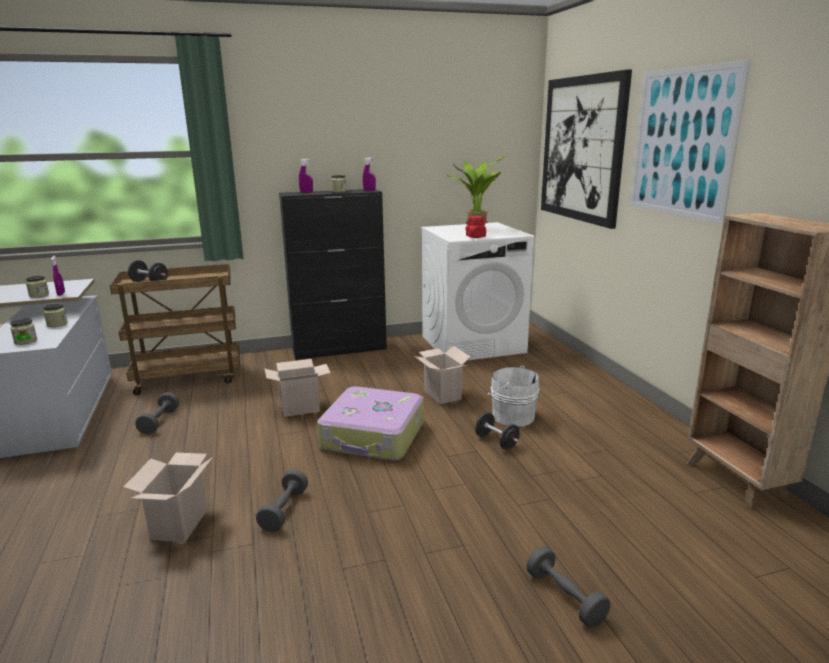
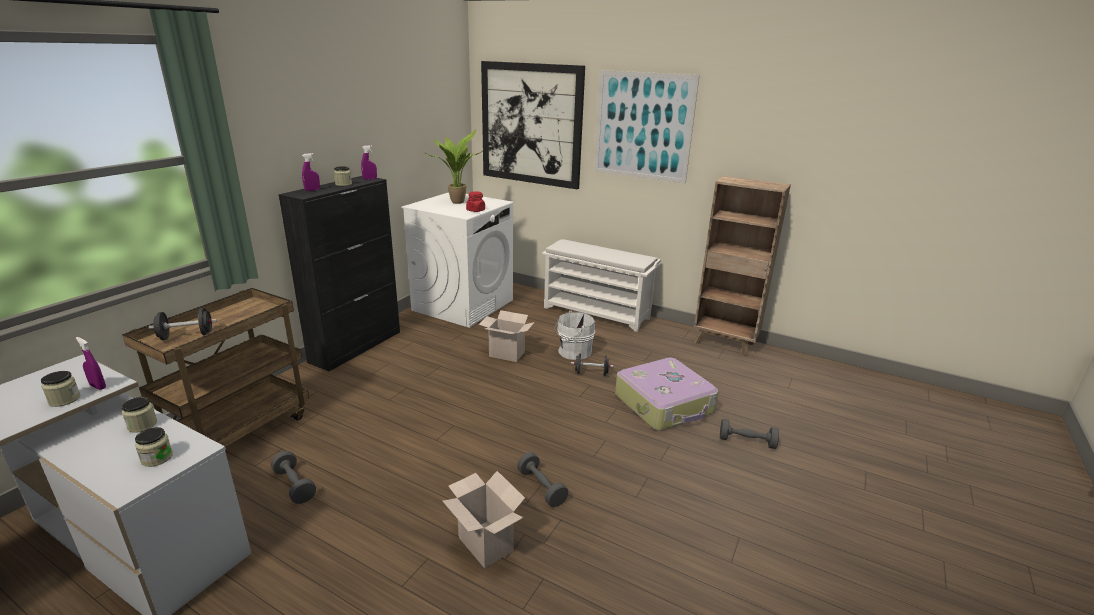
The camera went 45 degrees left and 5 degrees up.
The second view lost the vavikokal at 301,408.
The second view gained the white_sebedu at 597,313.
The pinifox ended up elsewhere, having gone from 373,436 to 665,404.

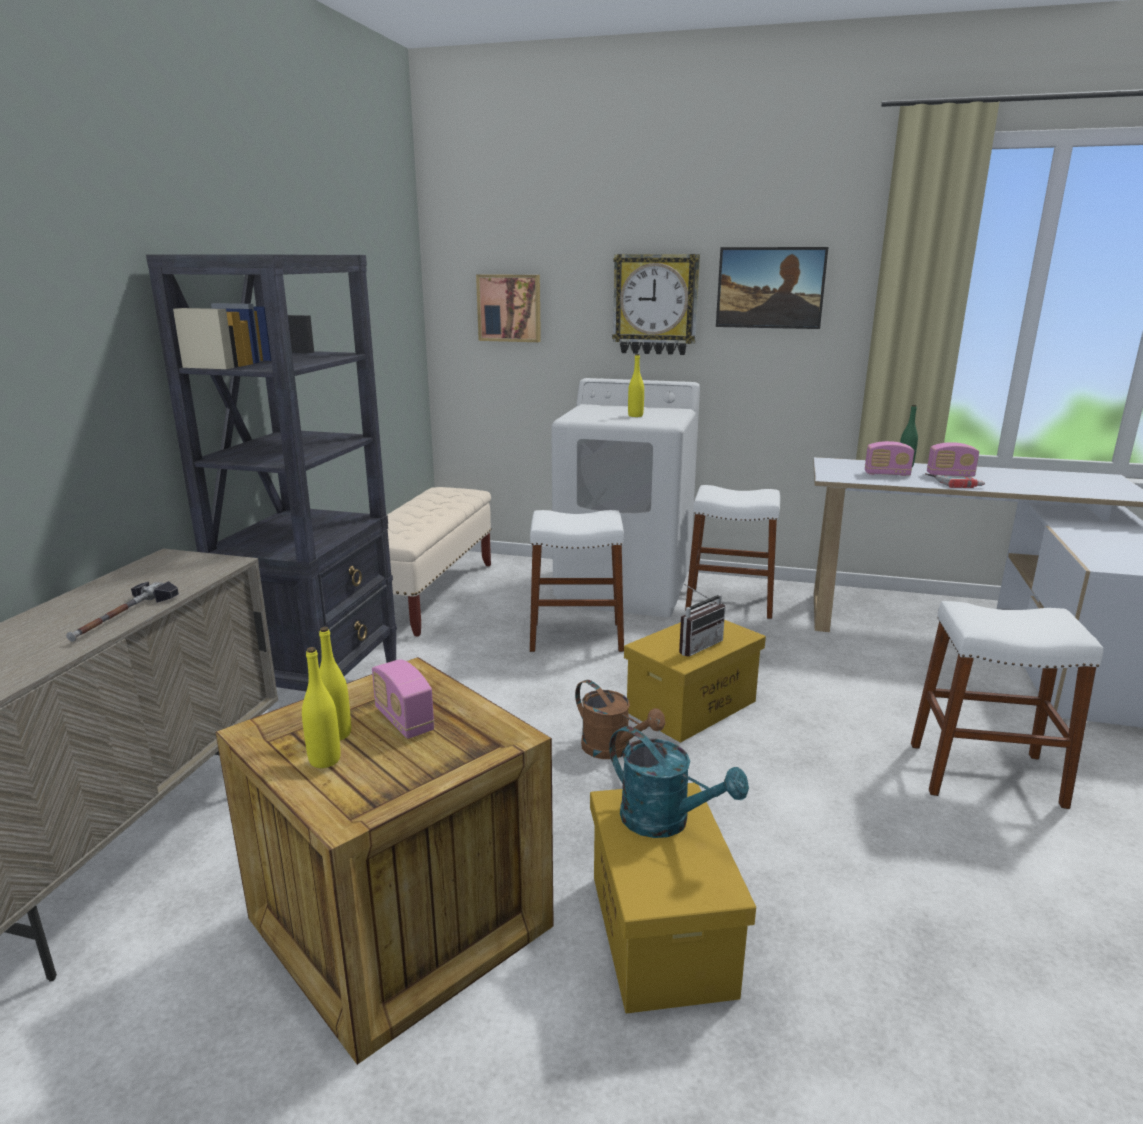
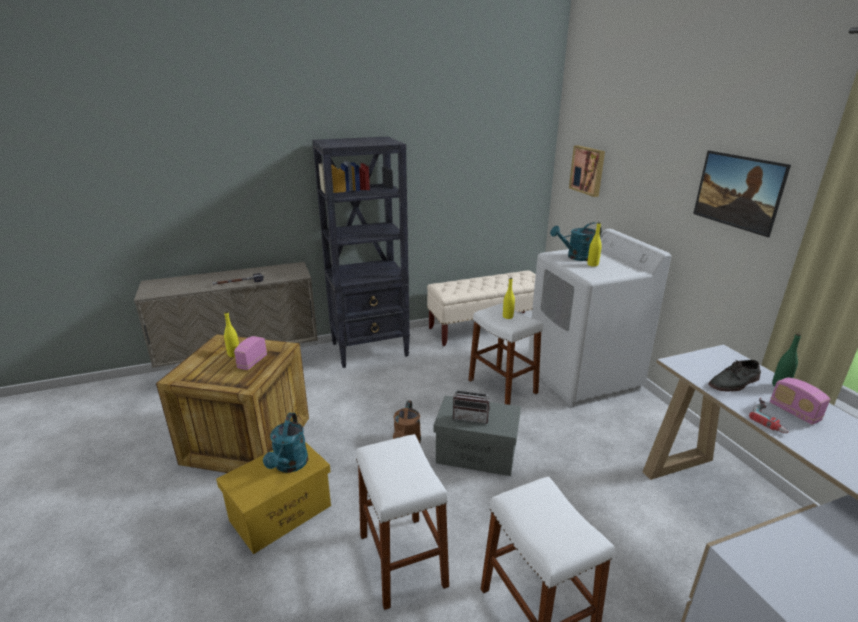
The camera went 55 degrees right and 5 degrees up.
The second view lost the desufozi at 655,304.
The second view gained the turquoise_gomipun at 576,257.
The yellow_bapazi ended up elsewhere, having gone from 325,760 to 508,317.
The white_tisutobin ended up elsewhere, having gone from 730,603 to 402,560.
Where the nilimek stood at 887,474, the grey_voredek came to stand at 734,383.
What was the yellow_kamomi at 692,706 turned into the grey_kamomi at 477,453.

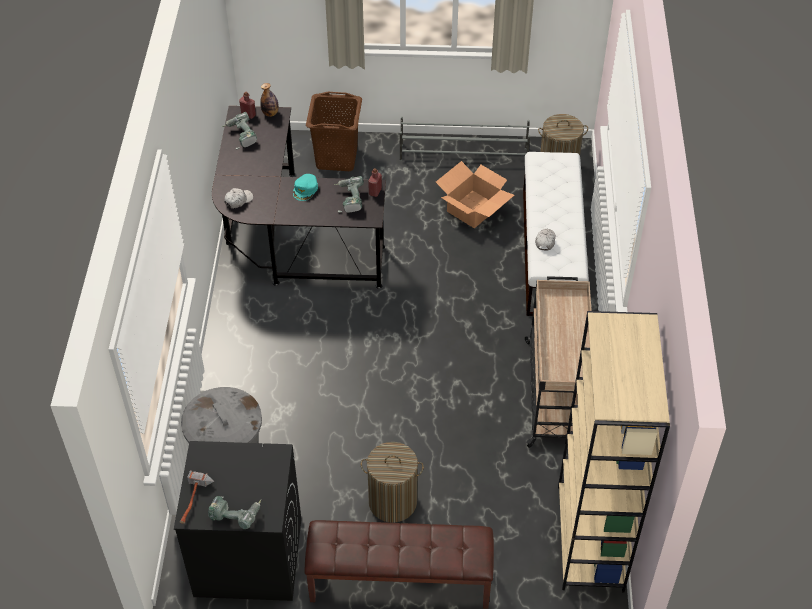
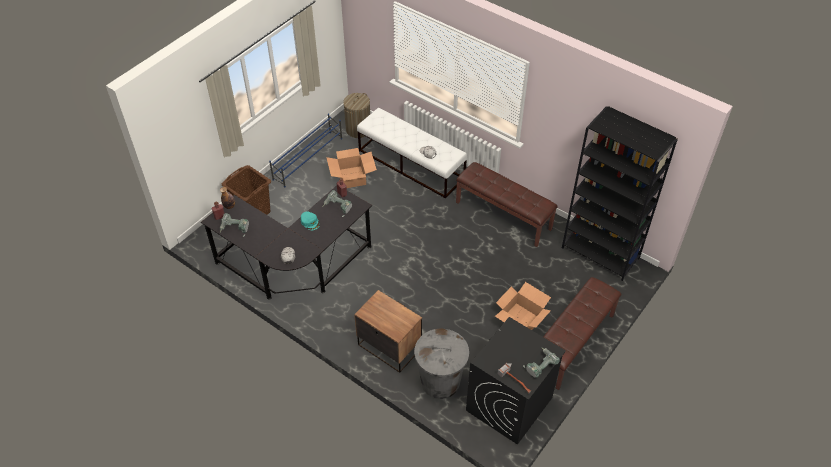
The camera went 55 degrees left and 0 degrees up.
The second view gained the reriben at 389,346.
Where the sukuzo stood at 392,502, the vavikokal came to stand at 521,320.
Where the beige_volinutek stood at 555,392, the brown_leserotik came to stand at 503,215.
What was the grey_sebedu at 464,155 turned into the blue_sebedu at 308,158.
What was the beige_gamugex at 590,538 turned into the black_gamugex at 600,253.

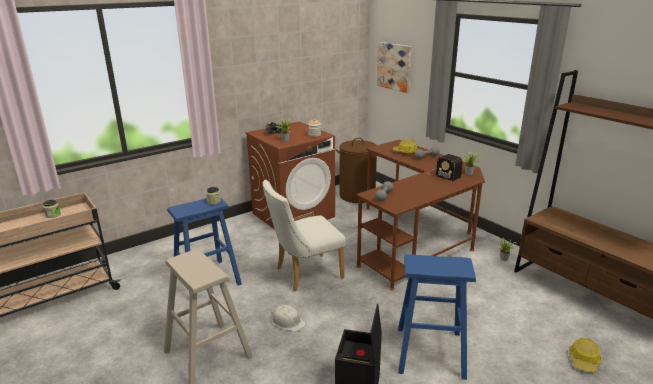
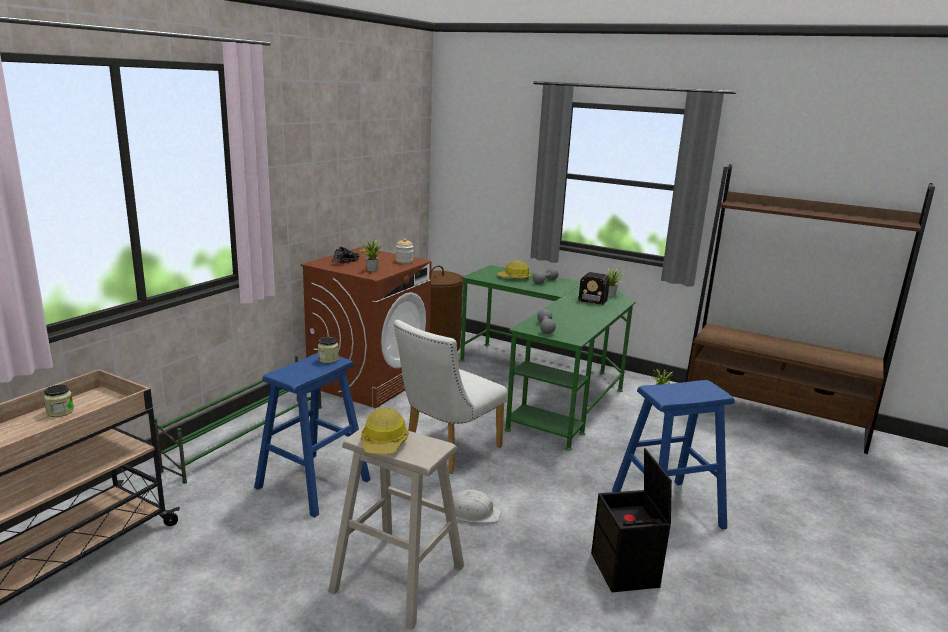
The camera went 25 degrees left and 5 degrees down.
The second view lost the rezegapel at 394,66.
The second view gained the green_sebedu at 249,436.
The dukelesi ended up elsewhere, having gone from 584,360 to 384,443.
What was the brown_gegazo at 415,237 turned into the green_gegazo at 547,386.

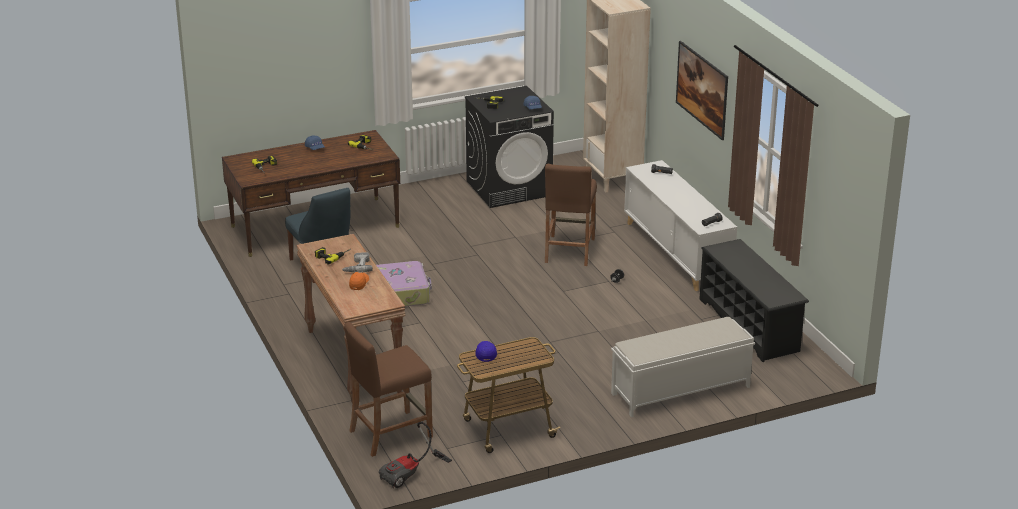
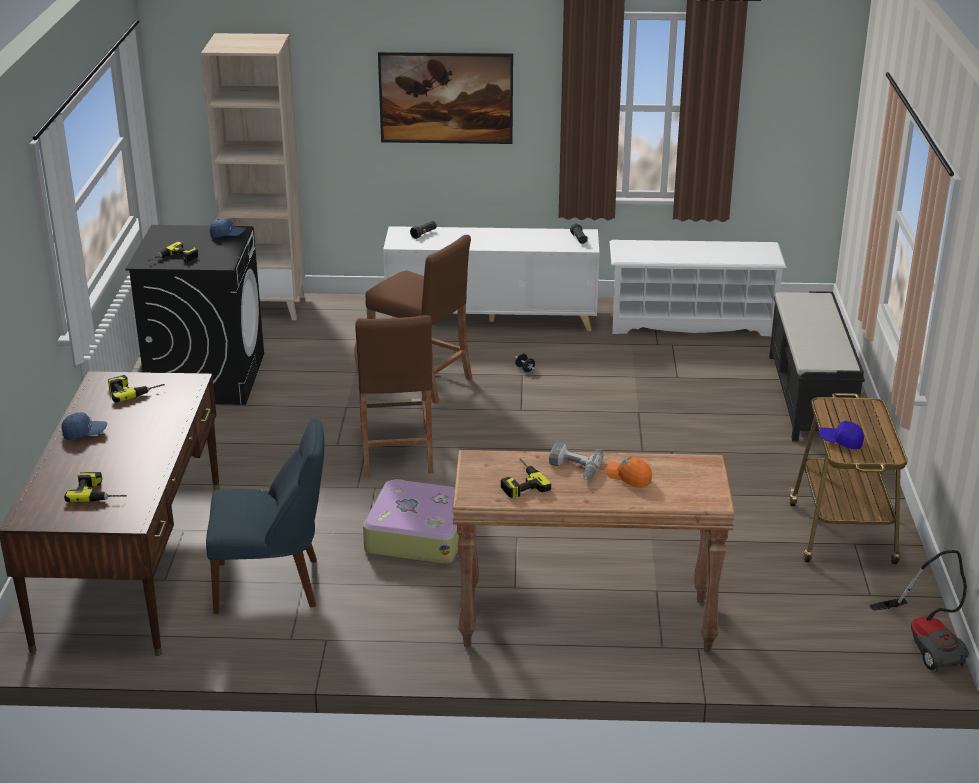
The camera went 65 degrees left and 0 degrees up.
The brown_tisutobin ended up elsewhere, having gone from 390,433 to 396,451.
What was the white_leserotik at 679,390 turned into the black_leserotik at 809,398.
What was the black_sebedu at 749,325 turned into the white_sebedu at 691,322.

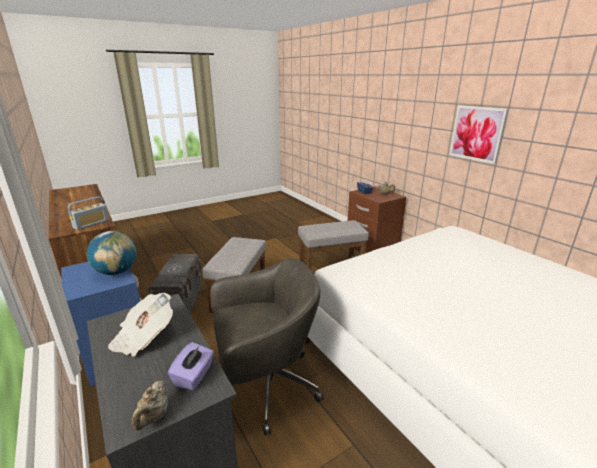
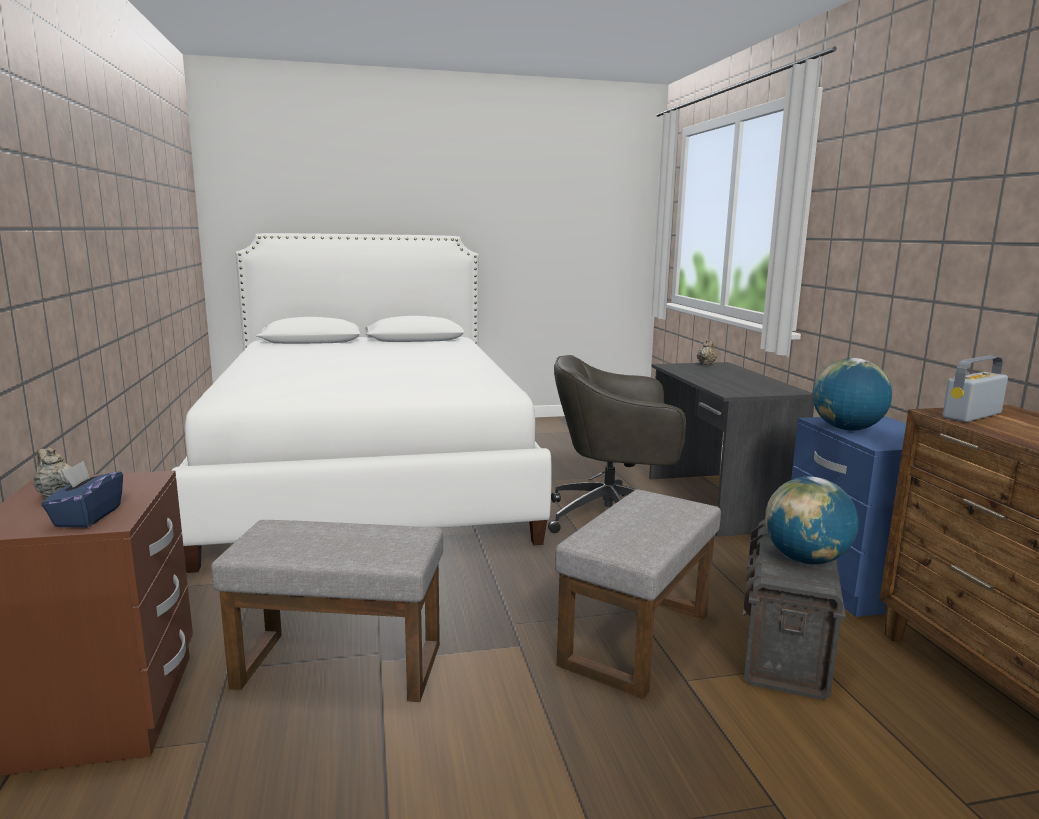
The camera went 160 degrees left and 10 degrees down.
The second view lost the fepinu at 144,337.
The second view lost the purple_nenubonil at 194,376.
The second view lost the rezegapel at 477,133.
The second view gained the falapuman at 805,560.

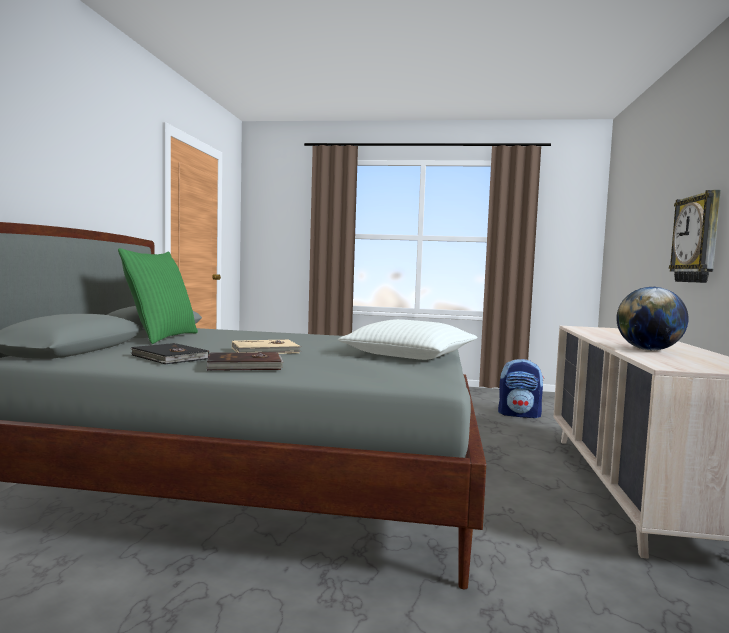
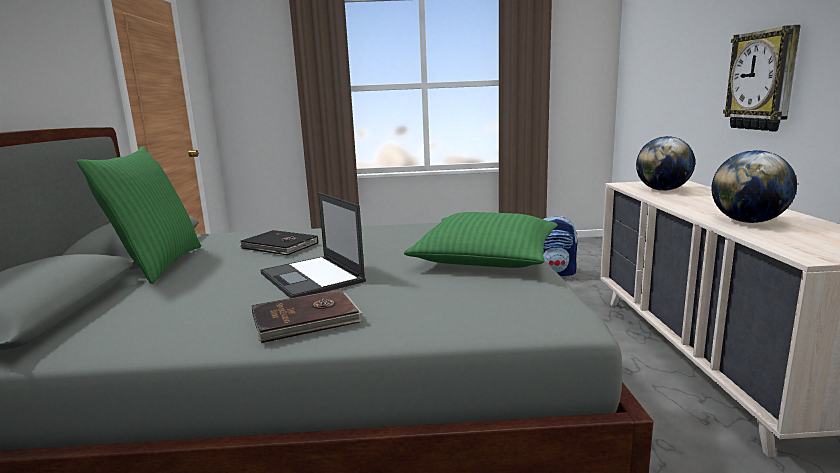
The camera went 10 degrees left and 10 degrees up.
The second view gained the falapuman at 662,190.
The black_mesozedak ended up elsewhere, having gone from 169,357 to 279,246.
Where the beige_mesozedak stood at 266,351, the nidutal came to stand at 312,277.
What was the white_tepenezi at 409,355 turned into the green_tepenezi at 486,257.

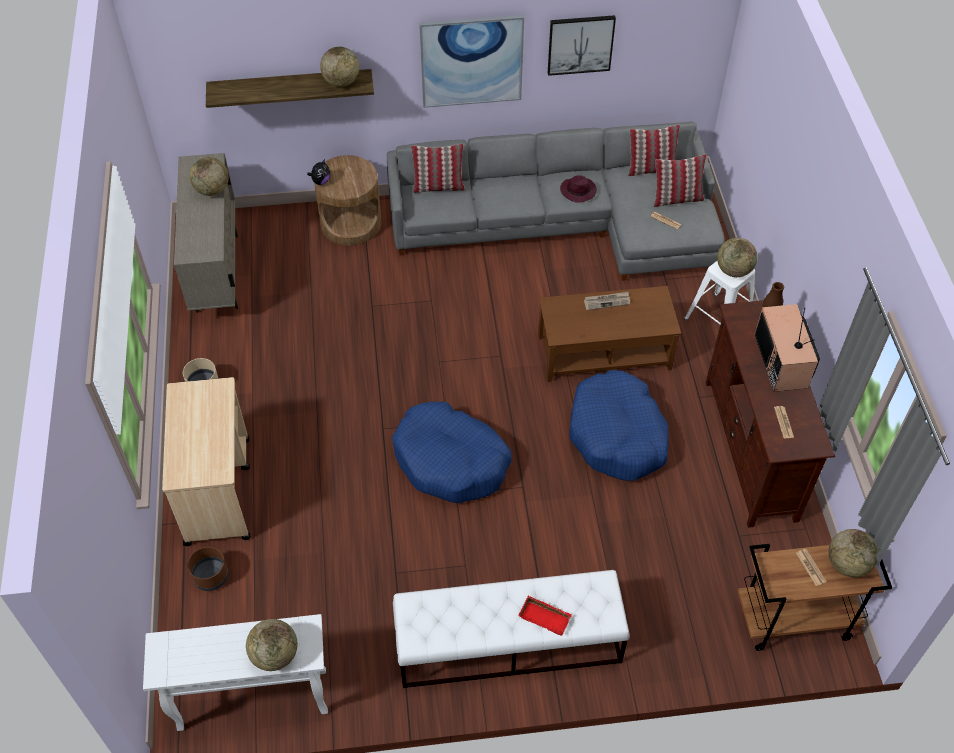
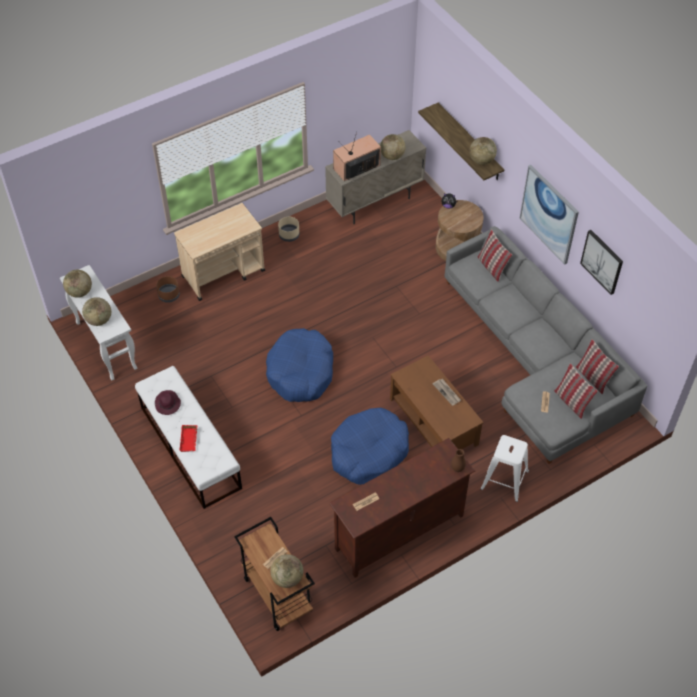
The camera went 65 degrees right and 0 degrees up.
The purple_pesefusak ended up elsewhere, having gone from 579,191 to 168,404.
The falapuman ended up elsewhere, having gone from 733,270 to 80,292.
The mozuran ended up elsewhere, having gone from 782,361 to 356,168.

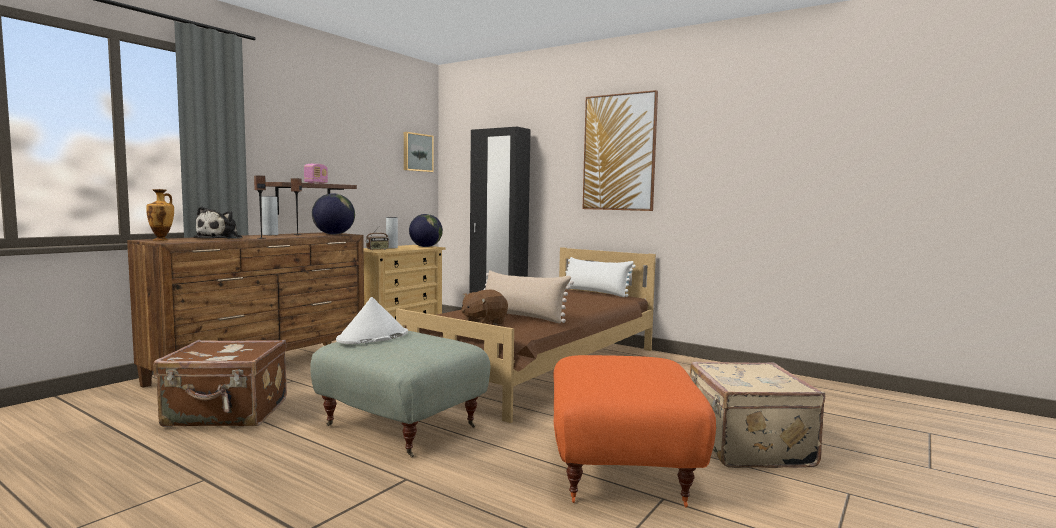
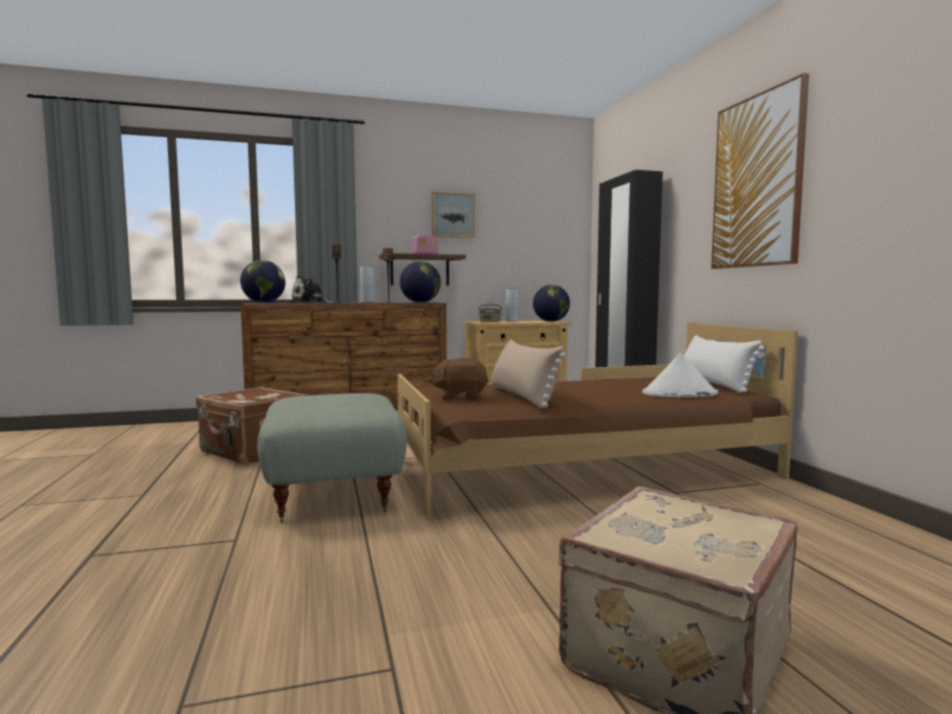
The camera went 40 degrees right and 0 degrees up.
The second view lost the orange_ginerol at 624,469.
The white_pesefusak ended up elsewhere, having gone from 372,337 to 679,394.
The rezegapel ended up elsewhere, having gone from 417,152 to 453,215.
Where the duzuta stood at 162,240, the falapuman came to stand at 264,302.

